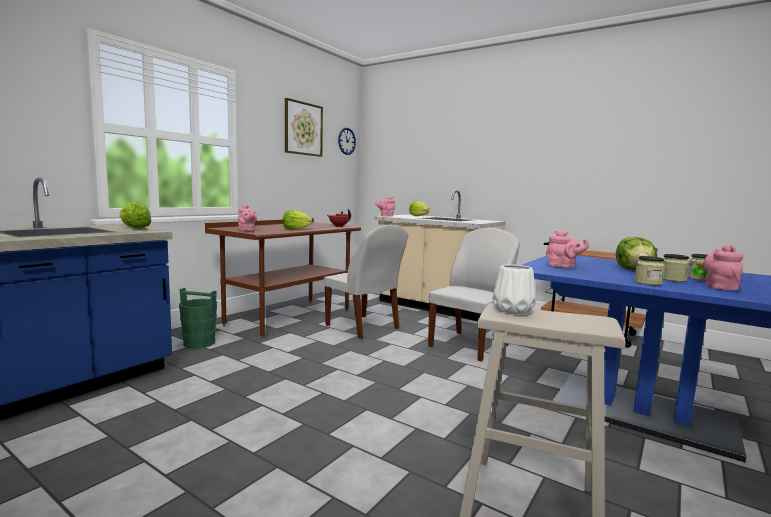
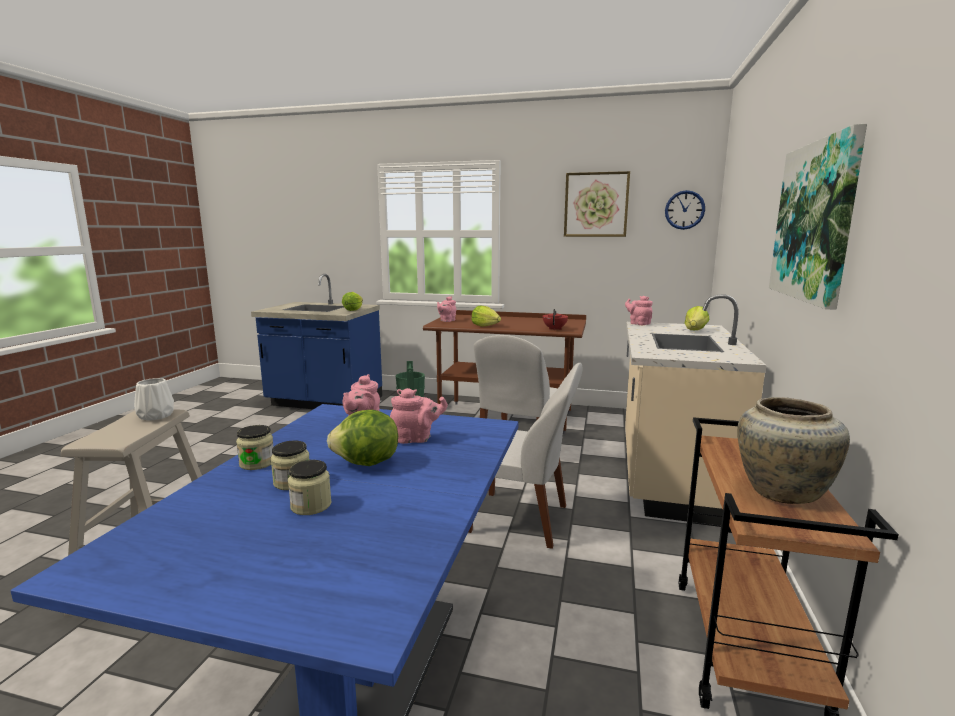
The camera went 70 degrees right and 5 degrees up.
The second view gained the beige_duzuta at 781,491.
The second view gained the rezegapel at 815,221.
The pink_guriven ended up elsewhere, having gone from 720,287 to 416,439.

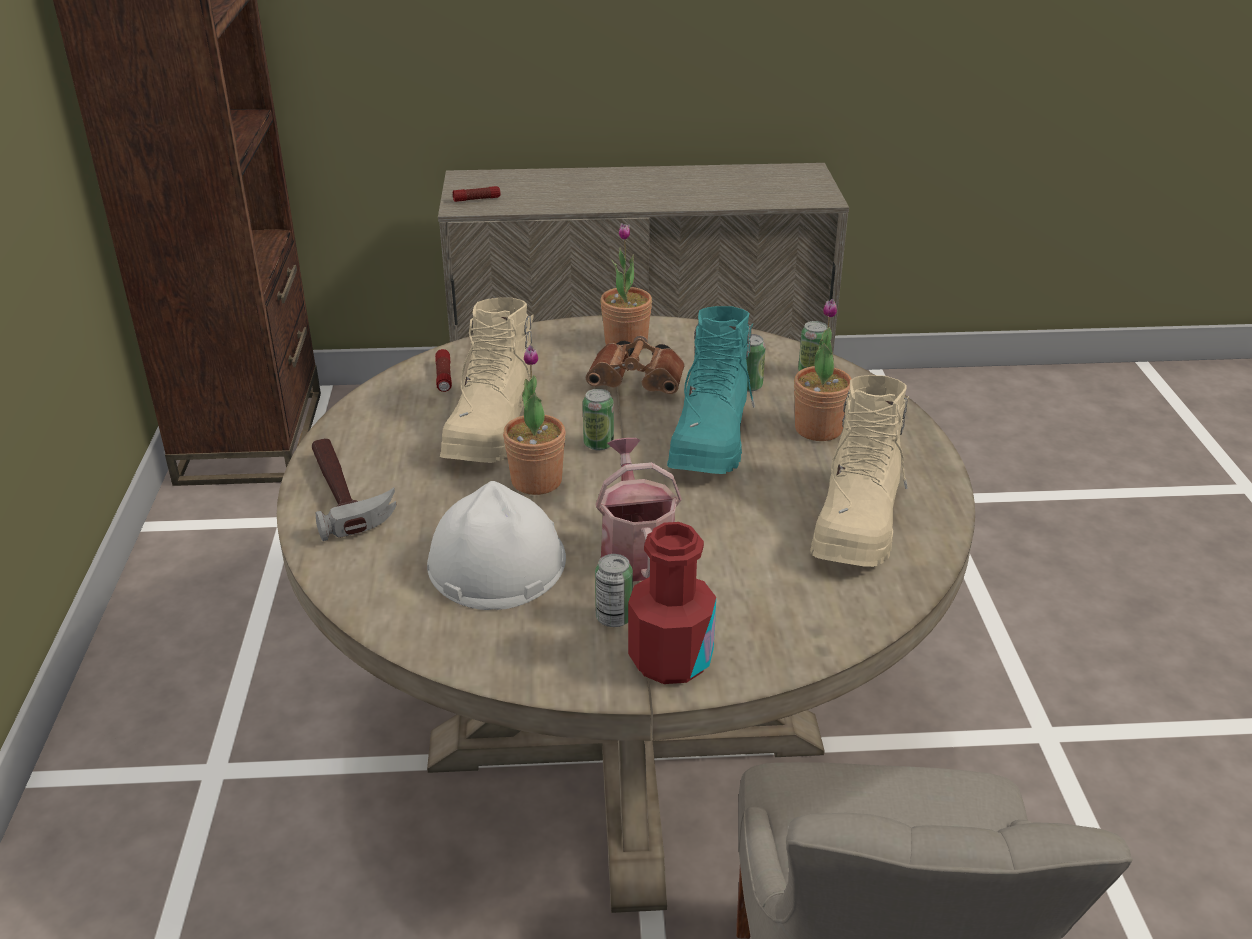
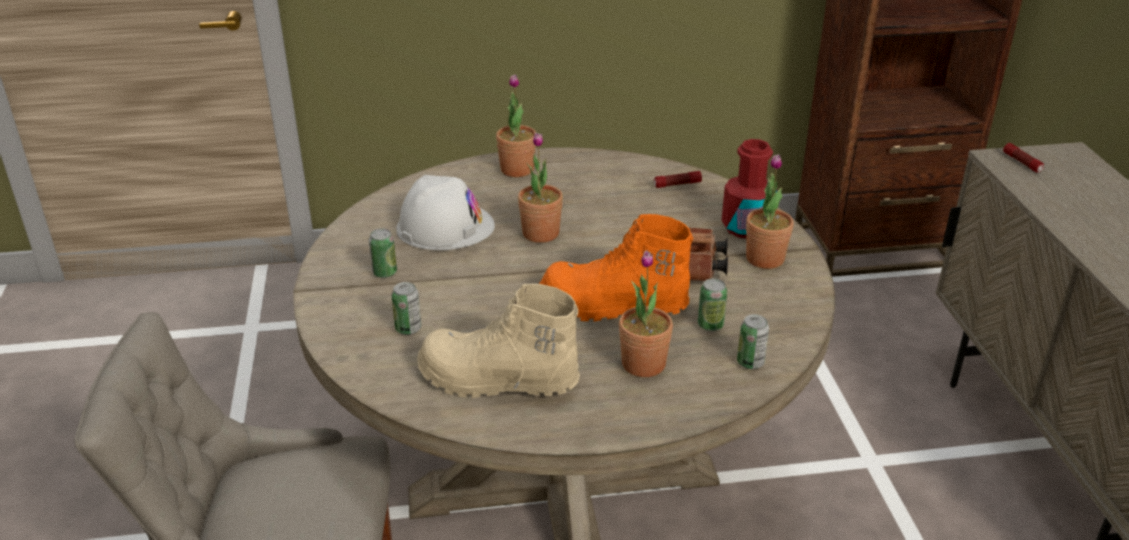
The camera went 85 degrees right and 0 degrees up.
The second view lost the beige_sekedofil at 492,429.
The second view lost the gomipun at 636,549.
The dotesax ended up elsewhere, having gone from 598,444 to 408,329.
The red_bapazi ended up elsewhere, having gone from 670,659 to 746,227.
Where the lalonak stood at 346,494, the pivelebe came to stand at 517,169.
What was the turquoise_sekedofil at 711,439 turned into the orange_sekedofil at 613,306.

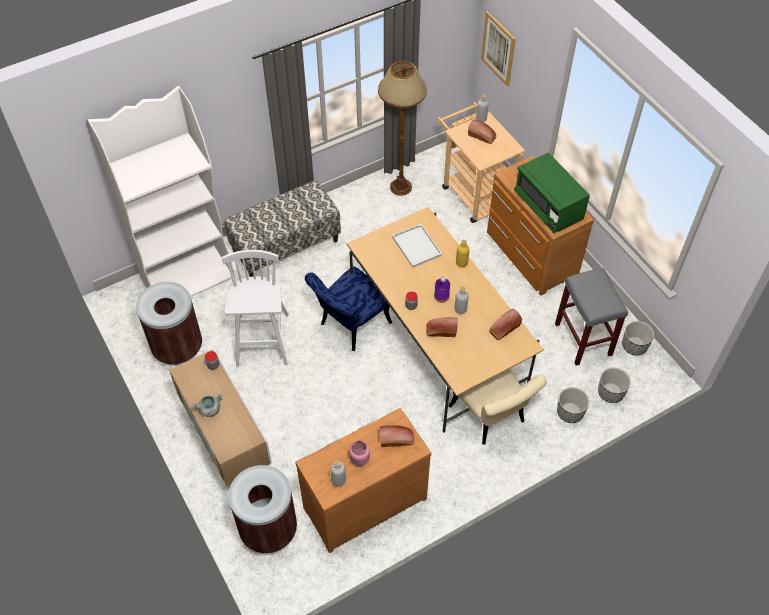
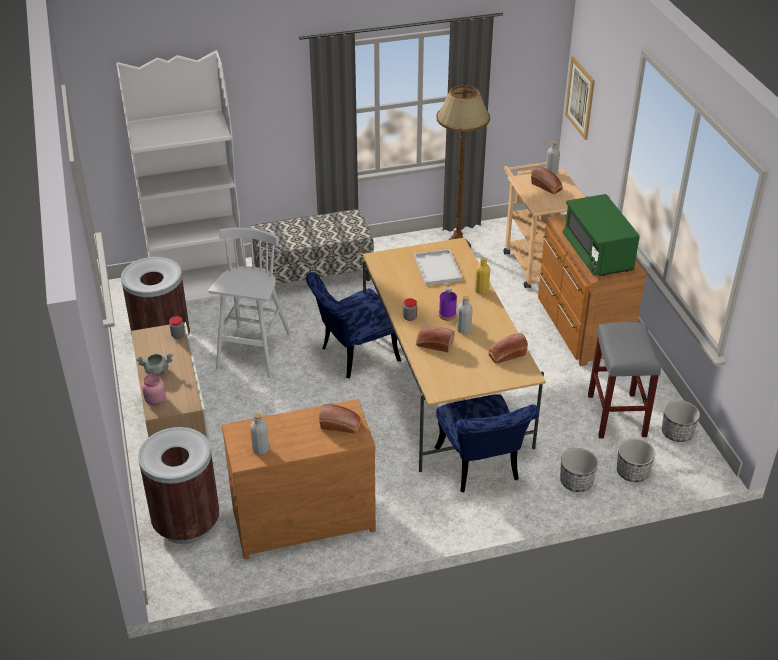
The camera went 15 degrees right and 15 degrees down.
The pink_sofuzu ended up elsewhere, having gone from 360,459 to 155,400.
What was the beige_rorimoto at 491,418 turned into the blue_rorimoto at 480,469.

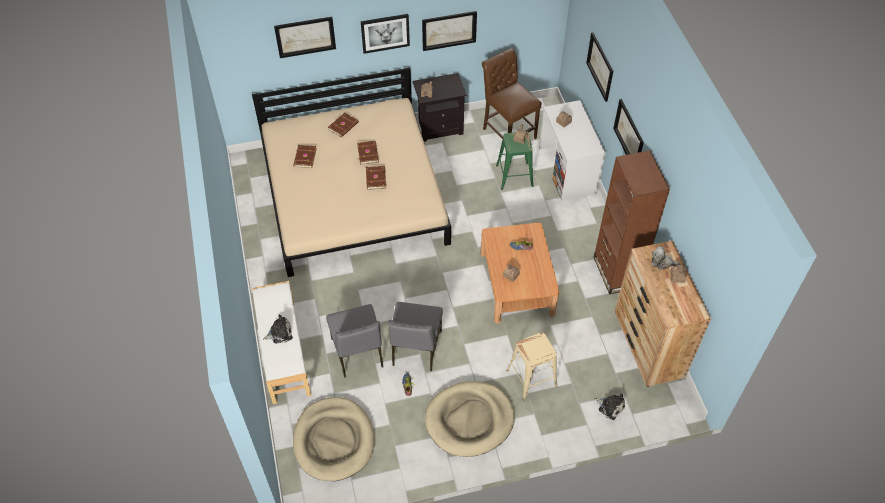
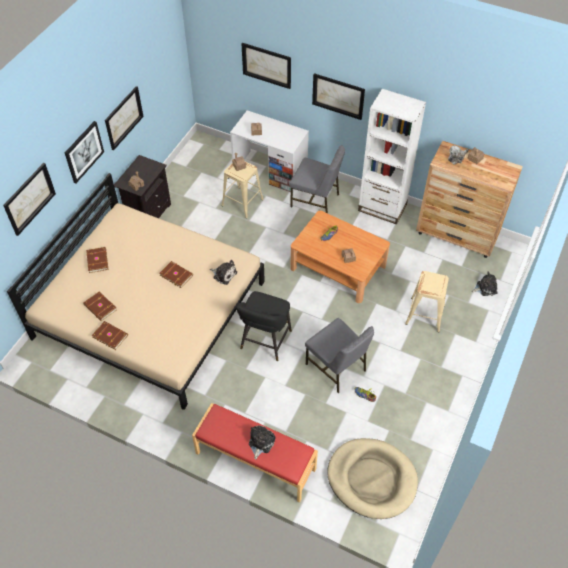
The camera went 50 degrees left and 0 degrees up.
The second view lost the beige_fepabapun at 469,420.
The second view lost the brown_rorimoto at 507,131.
The second view gained the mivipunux at 224,274.
The second view gained the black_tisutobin at 264,342.
The grey_rorimoto ended up elsewhere, having gone from 358,353 to 316,200.
The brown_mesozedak ended up elsewhere, having gone from 368,153 to 110,335.
What was the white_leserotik at 283,352 turned into the red_leserotik at 255,461.
What was the green_tisutobin at 514,175 turned into the beige_tisutobin at 242,202.
What was the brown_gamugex at 616,272 turned into the white_gamugex at 382,208.

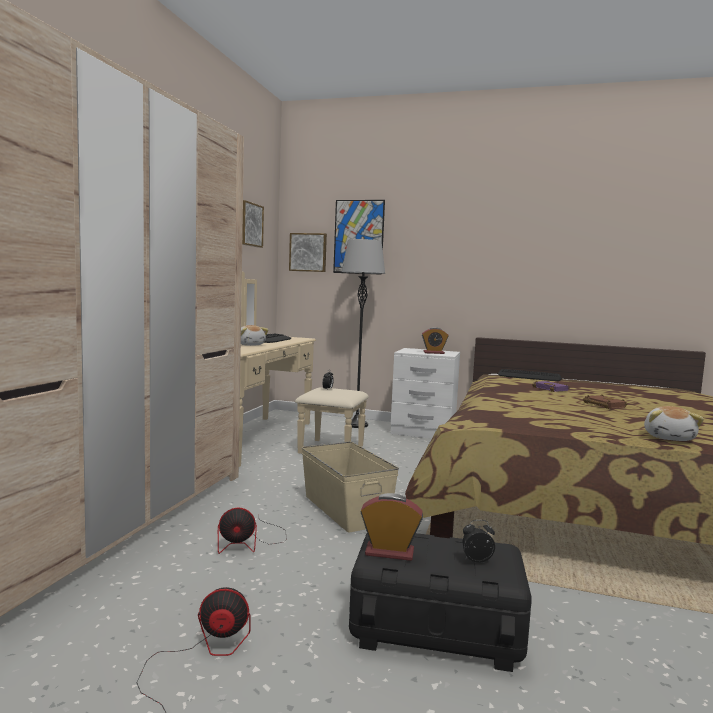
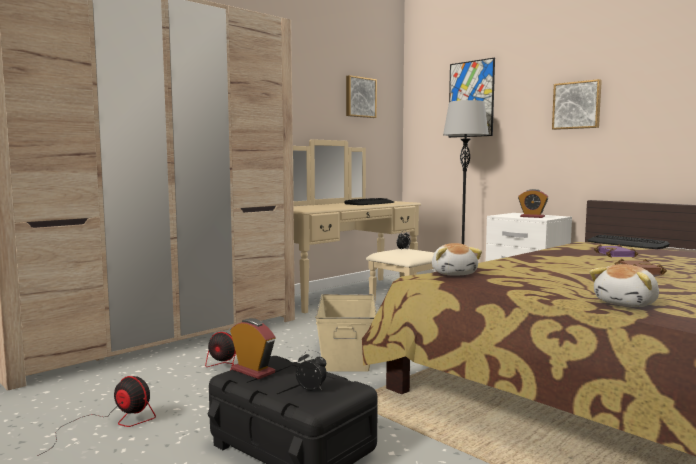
The camera went 30 degrees right and 0 degrees up.
The mivipunux ended up elsewhere, having gone from 250,345 to 454,273.
The rezegapel ended up elsewhere, having gone from 308,252 to 577,105.

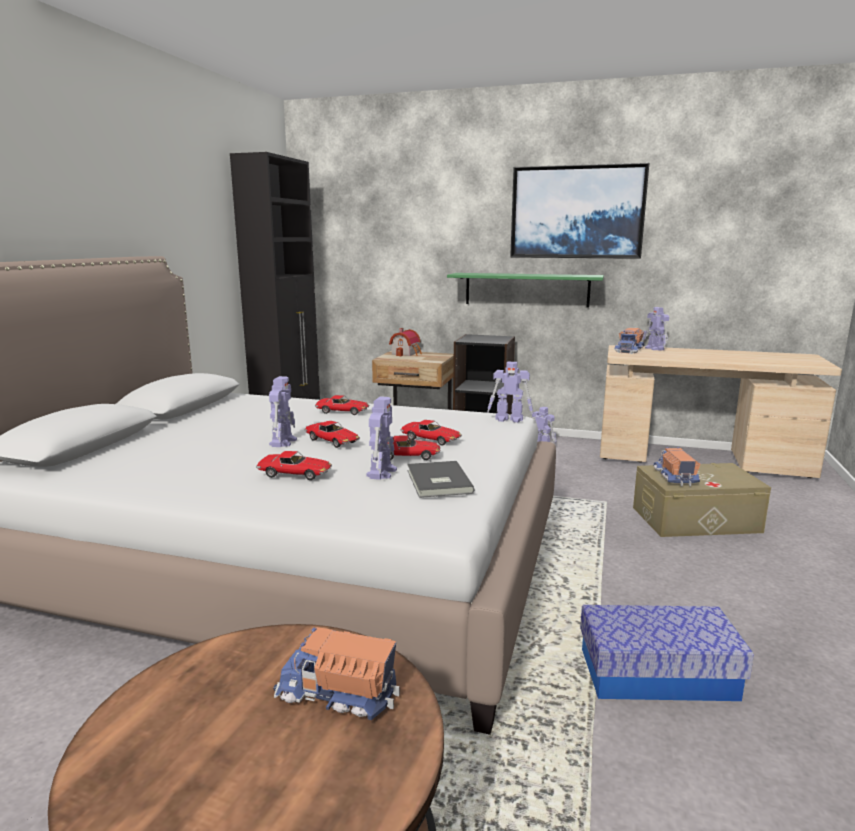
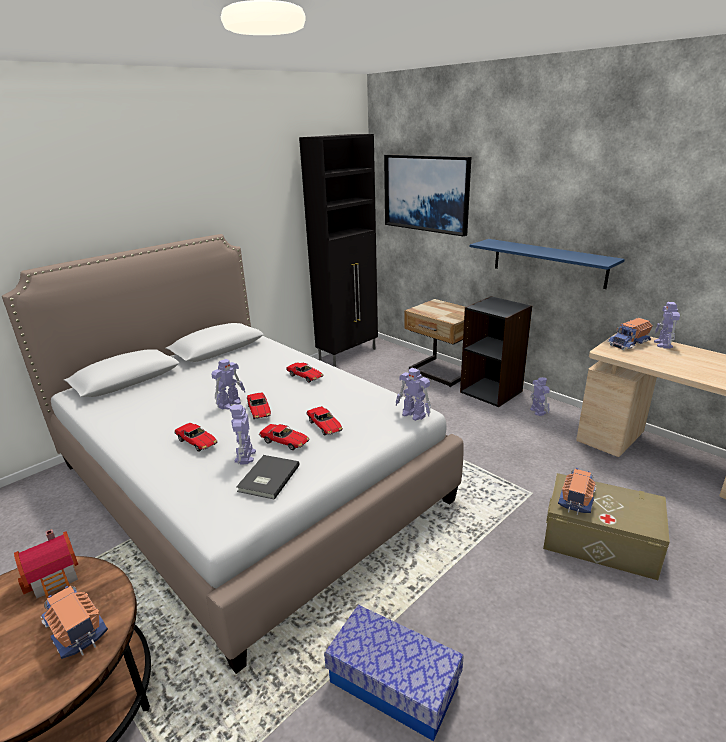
The camera went 30 degrees right and 10 degrees up.
The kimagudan ended up elsewhere, having gone from 407,353 to 56,578.
The rezegapel ended up elsewhere, having gone from 577,212 to 426,193.
What was the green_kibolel at 526,289 turned into the blue_kibolel at 548,263.
The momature at 382,472 ended up facing another way, 135 degrees clockwise from before.

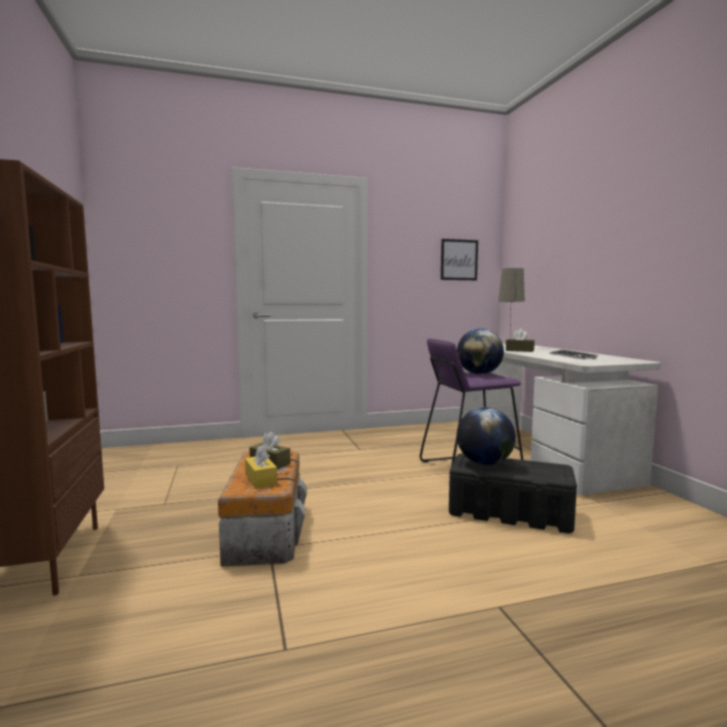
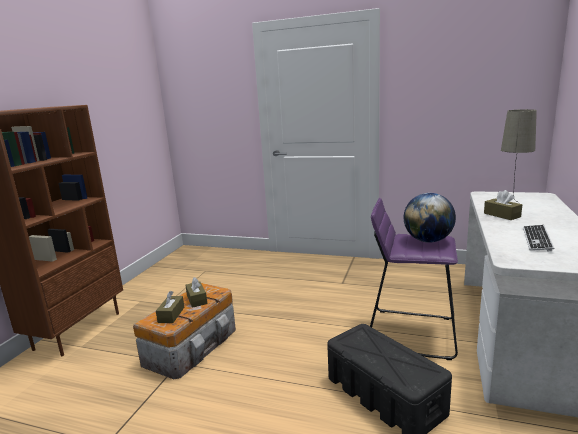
The camera went 35 degrees right and 10 degrees up.
The second view lost the rezegapel at 459,260.
The second view lost the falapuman at 484,463.
What was the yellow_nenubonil at 260,479 turned into the brown_nenubonil at 171,315.

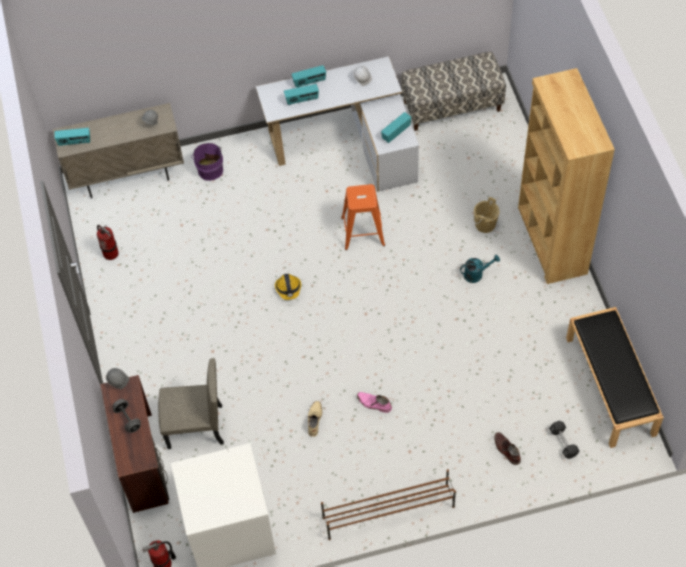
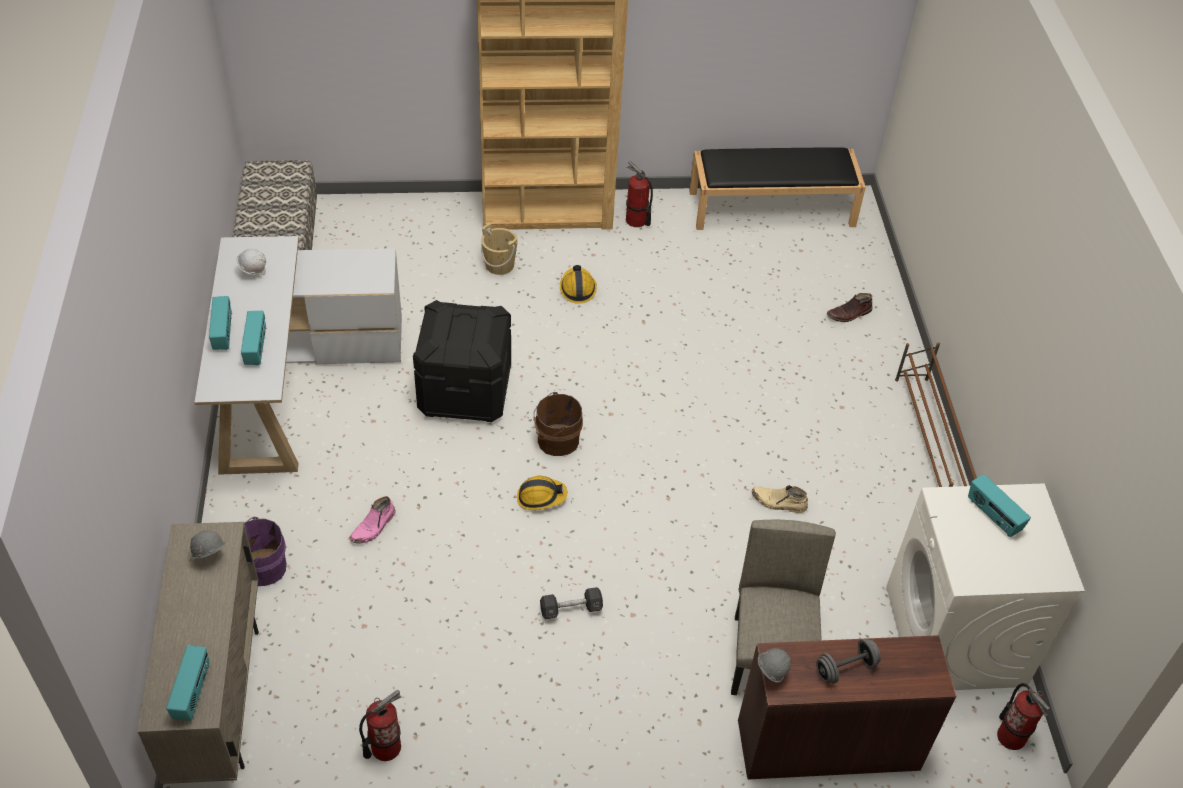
The camera went 85 degrees left and 10 degrees down.
The second view gained the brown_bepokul at 556,440.
The second view gained the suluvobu at 636,221.
The pink_sekedofil ended up elsewhere, having gone from 374,403 to 373,527.
The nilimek ended up elsewhere, having gone from 396,133 to 993,516.
The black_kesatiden ended up elsewhere, having gone from 563,442 to 571,609.
Where the orange_tisutobin stood at 362,232, the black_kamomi came to stand at 465,392.
Where the turquoise_gomipun stood at 476,274, the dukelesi came to stand at 577,289.

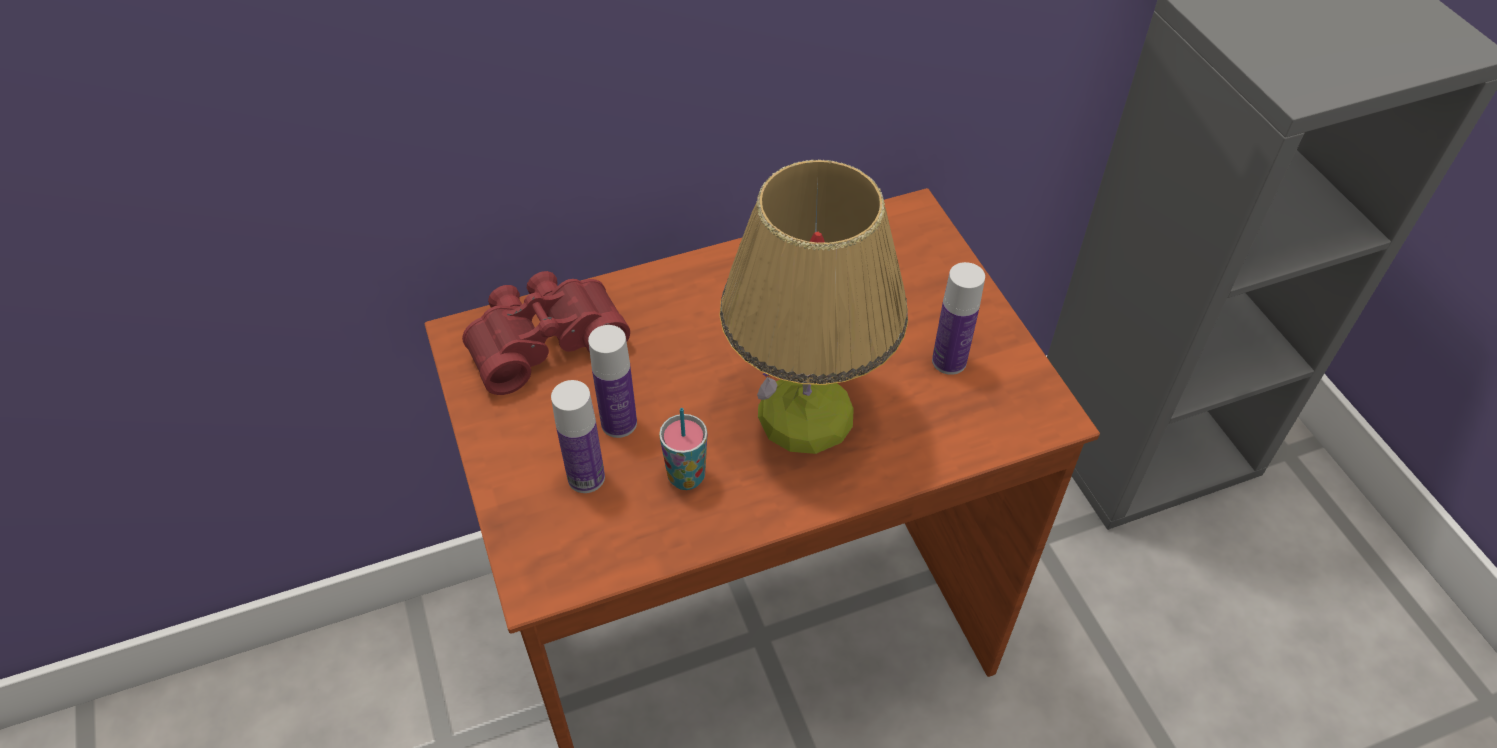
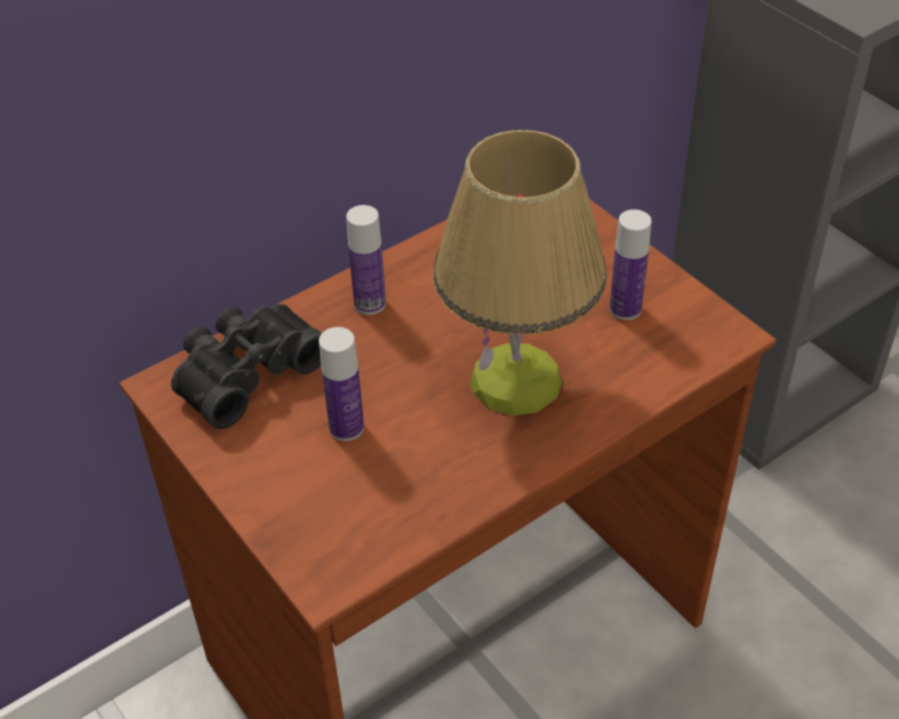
The camera went 15 degrees left and 5 degrees down.
The second view lost the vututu at 686,477.
The bapazi ended up elsewhere, having gone from 586,477 to 370,304.
What was the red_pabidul at 544,340 turned into the black_pabidul at 245,372.

